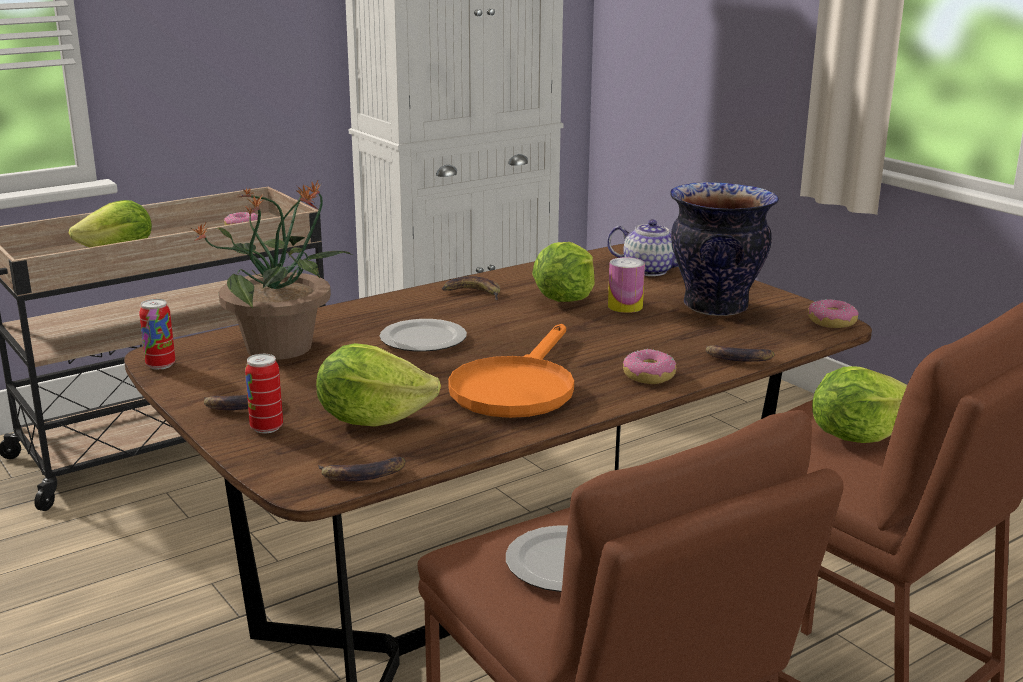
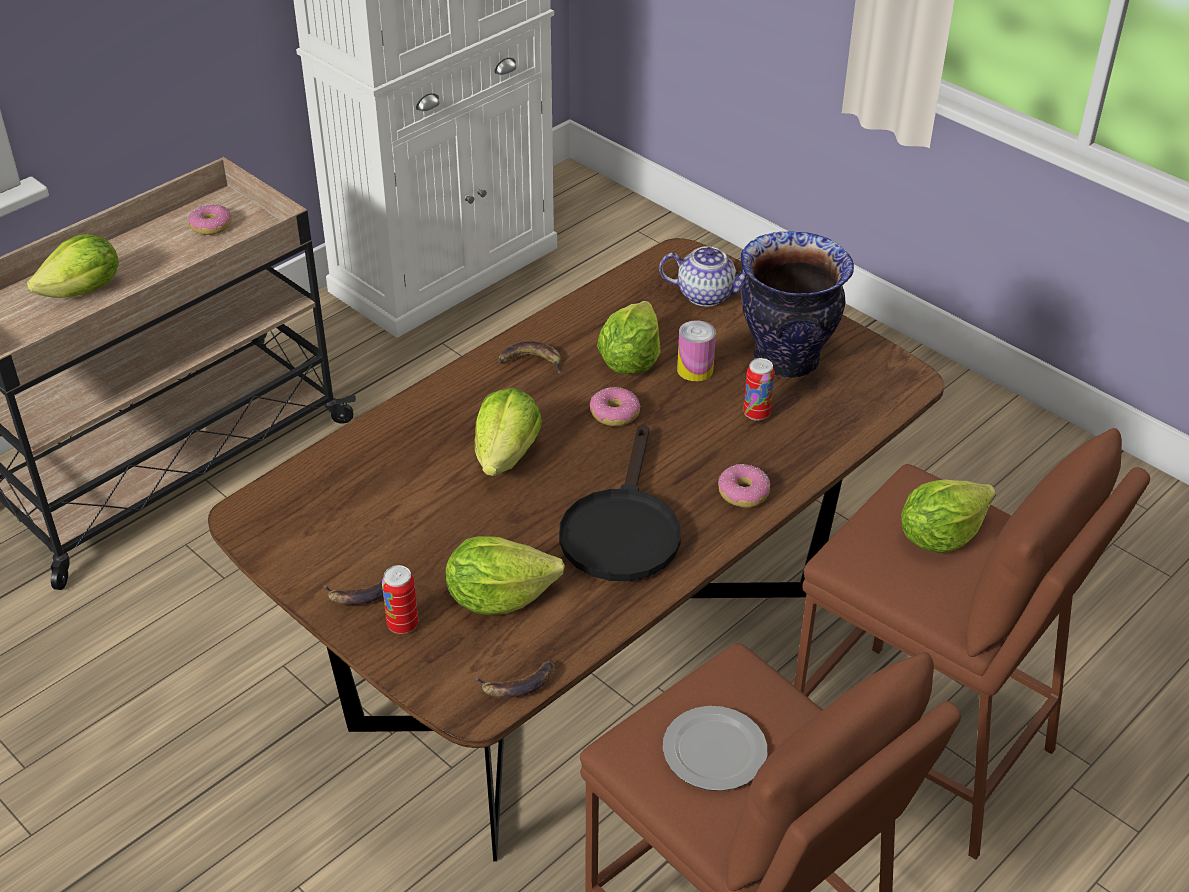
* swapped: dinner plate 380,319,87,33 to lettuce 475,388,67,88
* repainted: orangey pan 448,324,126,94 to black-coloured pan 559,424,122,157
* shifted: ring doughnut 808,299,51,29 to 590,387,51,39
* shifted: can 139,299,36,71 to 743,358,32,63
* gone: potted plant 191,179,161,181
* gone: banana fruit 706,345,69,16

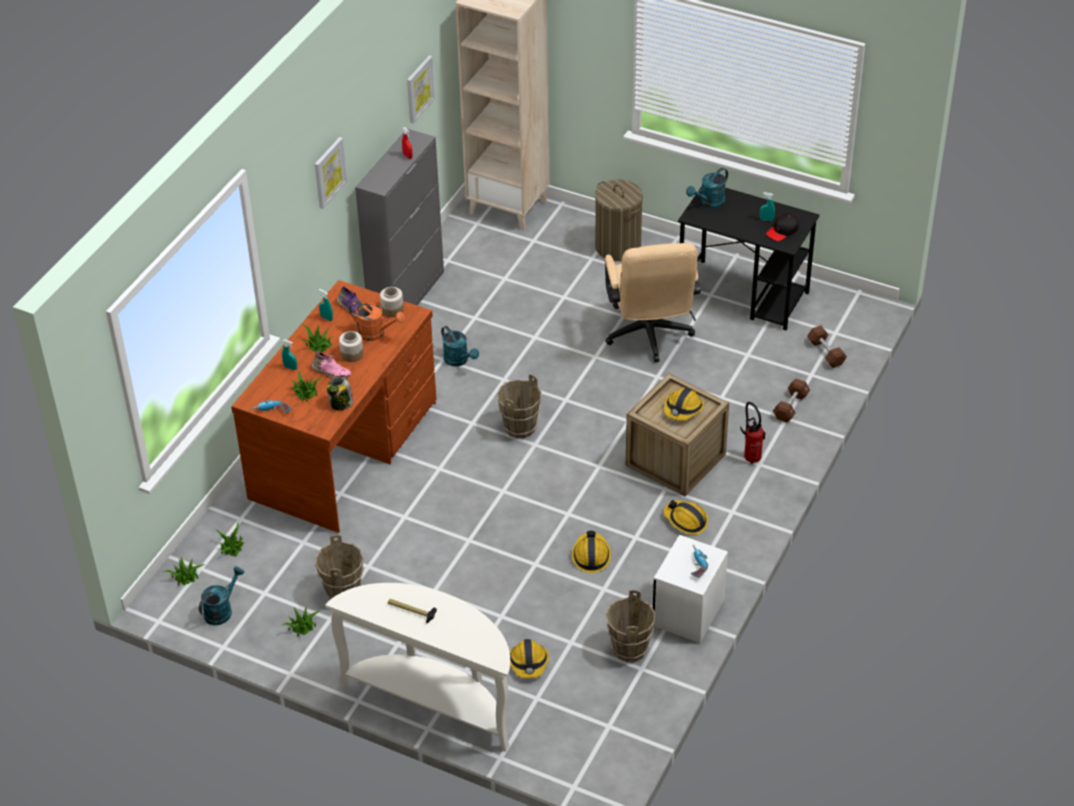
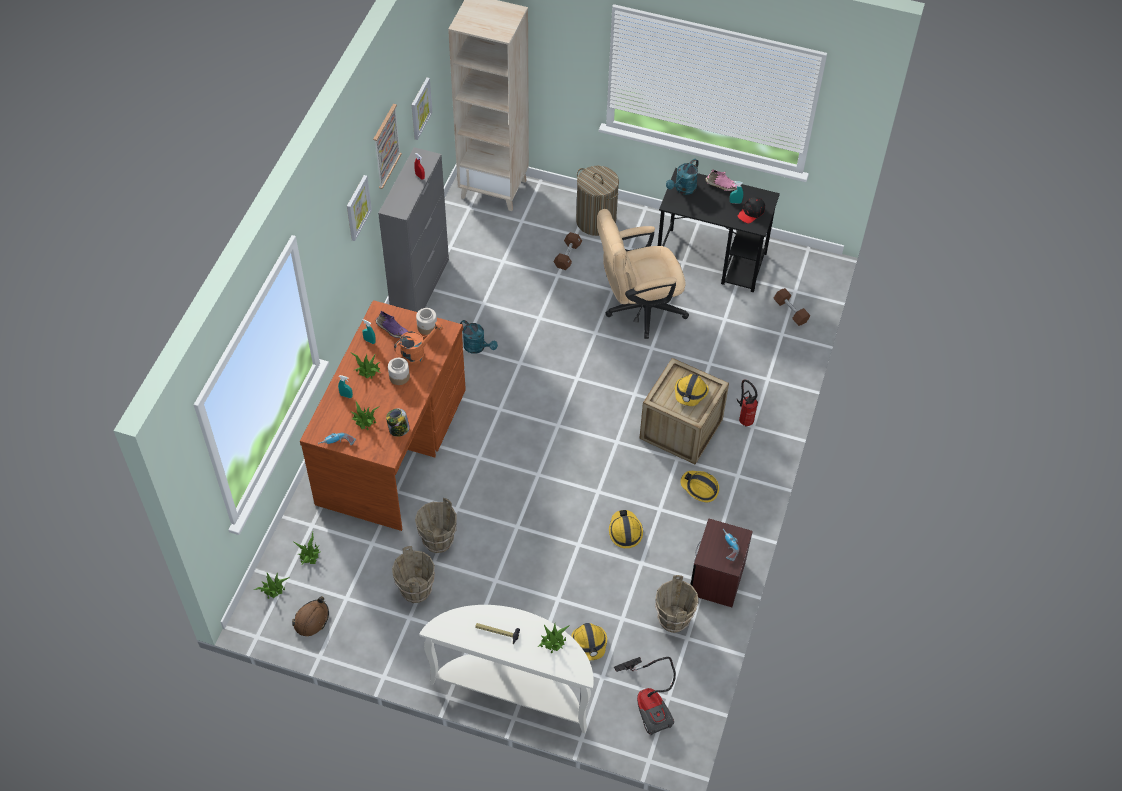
* swapped: turquoise-coloured watering can 199,566,45,59 to brown-coloured safety helmet 292,596,37,40
* new: picture 373,104,29,85
* rotated: orangey watering can 349,302,56,39 = 394,322,49,43 45 degrees counterclockwise
* shifted: brown-coloured pail 497,374,45,64 to 415,498,42,55
* shifted: potted plant 282,607,39,29 to 538,623,32,30
* shifted: brown-coloured free weight 773,379,37,44 to 554,232,28,38
* rotated: beige computer chair 605,243,96,119 = 597,209,92,130 90 degrees clockwise
* new: vacuum cleaner 614,657,62,78
* repainted: white-coloured nightstand 653,535,75,108 to brown-coloured nightstand 690,518,63,89
* shifted: pinkish low shoe 311,351,40,28 to 705,169,32,22

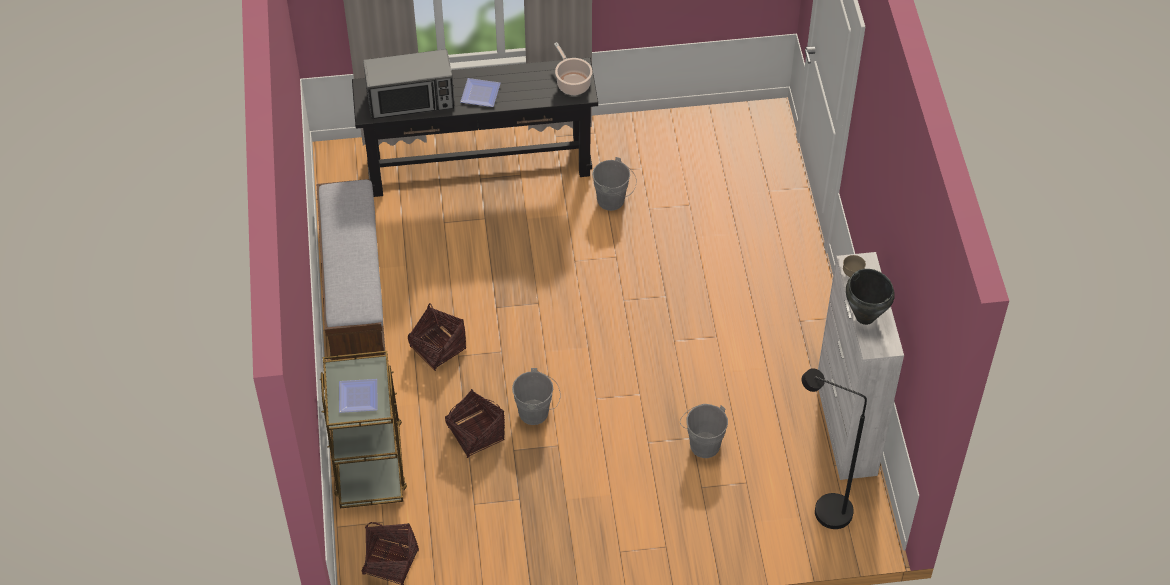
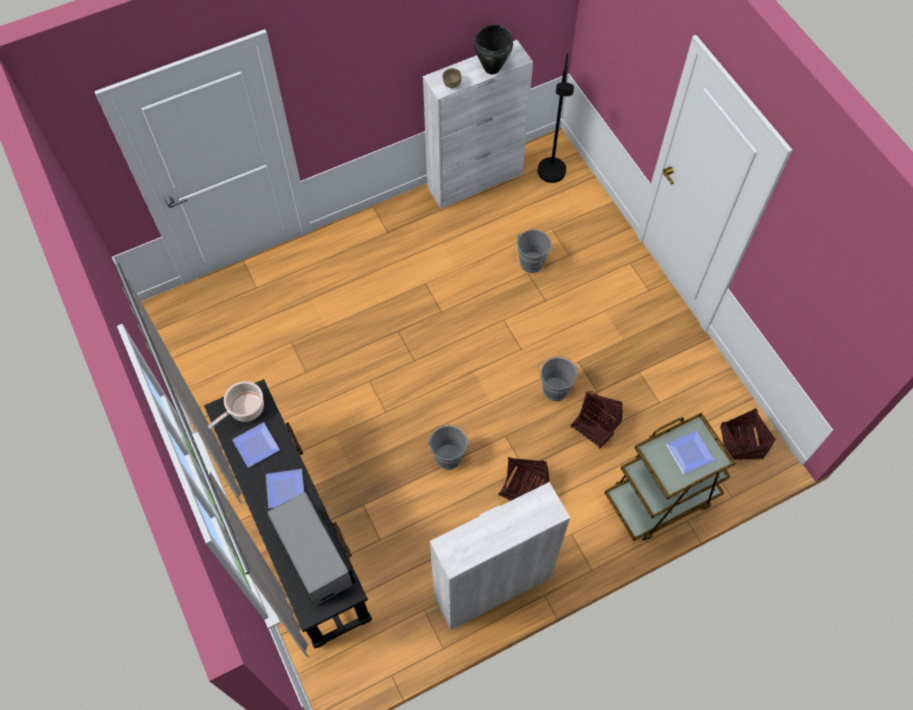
* new: dinner plate 232,422,48,46
* shifted: grey pail 592,157,45,54 to 428,424,41,46
* swapped: indoor bench 317,179,69,181 to white-coloured storage cabinet 430,482,140,148

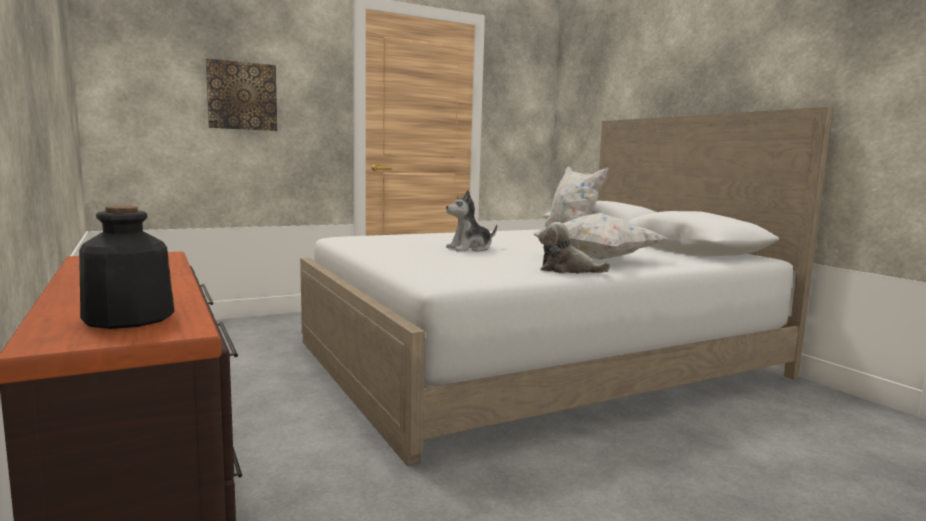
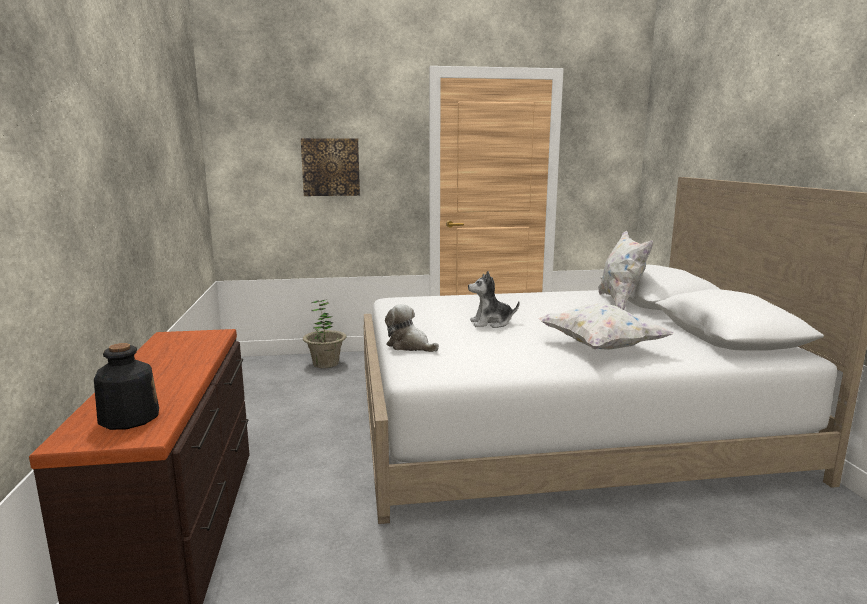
* new: potted plant 303,299,44,69
* shifted: cuddly toy 538,222,73,51 to 385,304,54,48

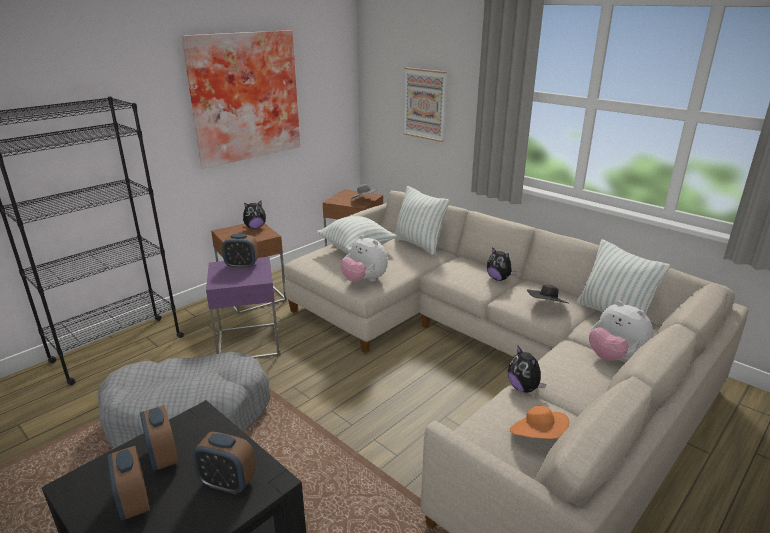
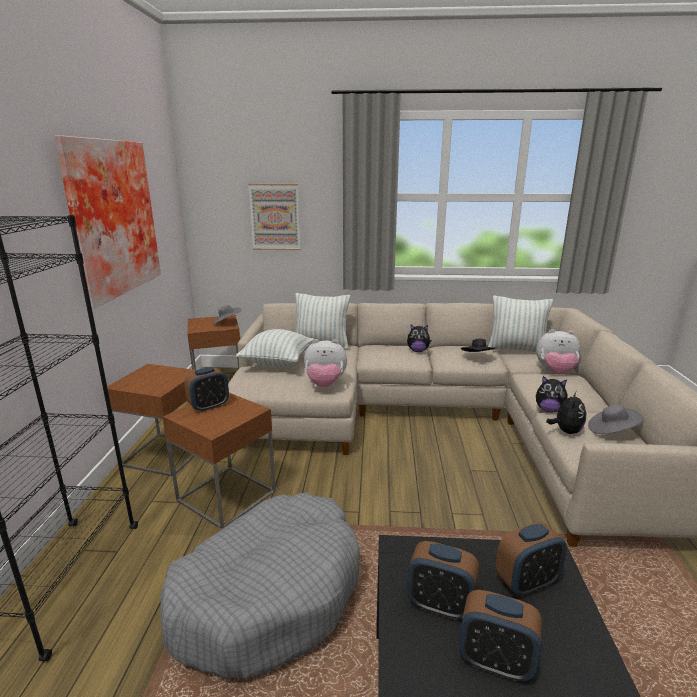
* repainted: purplish end table 206,257,74,102 to brown-coloured end table 163,393,113,136
* shifted: cuddly toy 243,201,23,28 to 546,391,40,43
* repainted: orangey wearable hat 510,406,59,33 to grey wearable hat 588,405,56,29

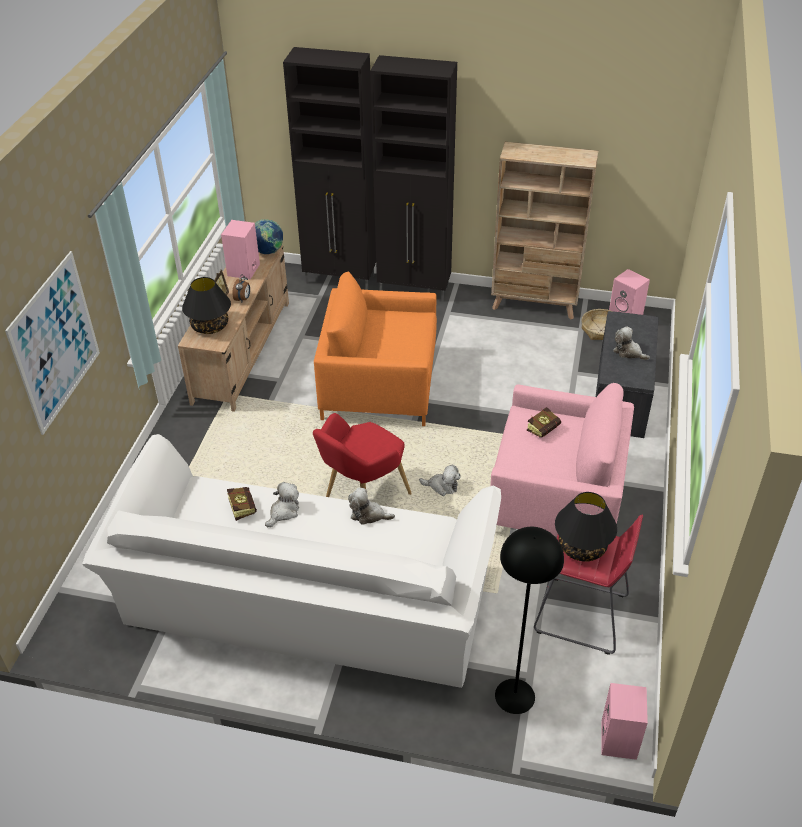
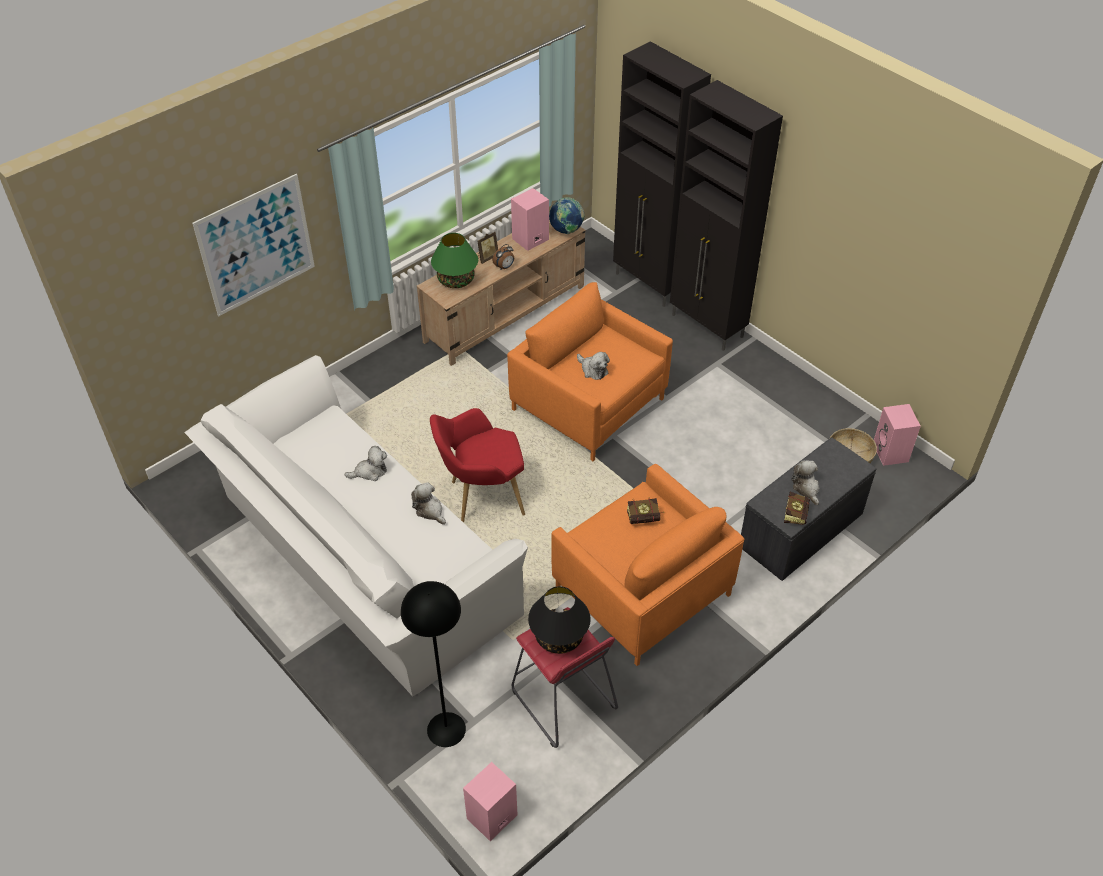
* repainted: black-coloured tabletop lamp 182,277,49,57 to greenish tabletop lamp 431,233,47,55
* repainted: pinkish armchair 490,383,144,154 to orangey armchair 551,464,193,202
* shifted: cuddly toy 419,465,42,31 to 577,352,33,28
* shifted: book 227,487,30,34 to 784,492,26,33
* gone: beige bookshelf 491,142,107,177

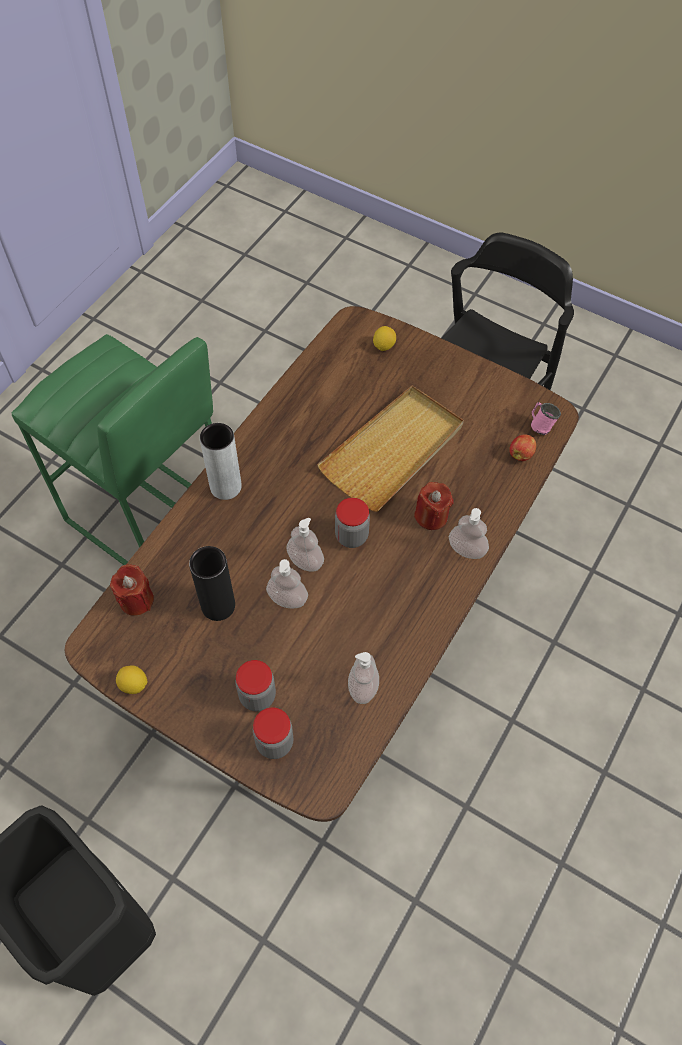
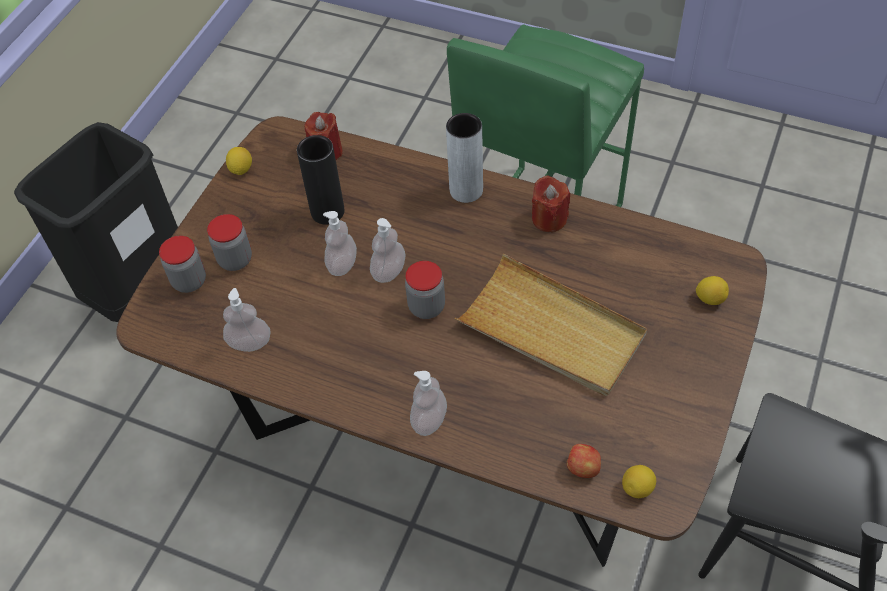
* shifted: red-coloured wax light 414,482,39,48 to 532,175,38,57
* swapped: pinkish mug 531,402,30,33 to lemon 622,465,34,33

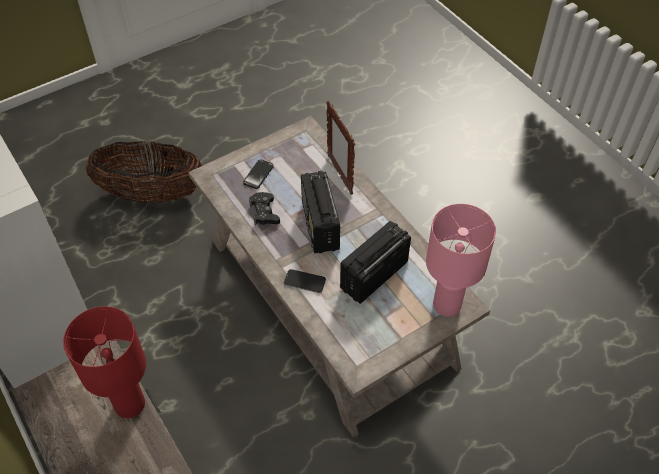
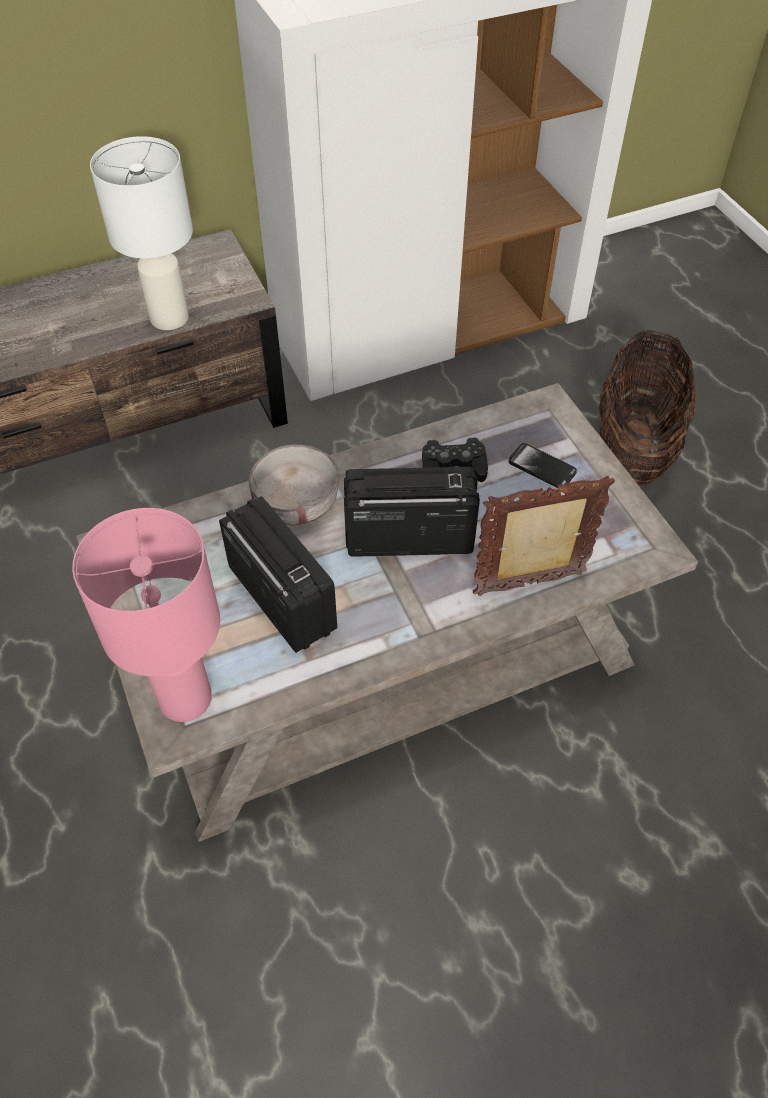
* repainted: red-coloured tabletop lamp 63,306,83,112 to white-coloured tabletop lamp 90,136,103,194
* swapped: handset 284,269,42,24 to grey bowl 249,444,90,81

